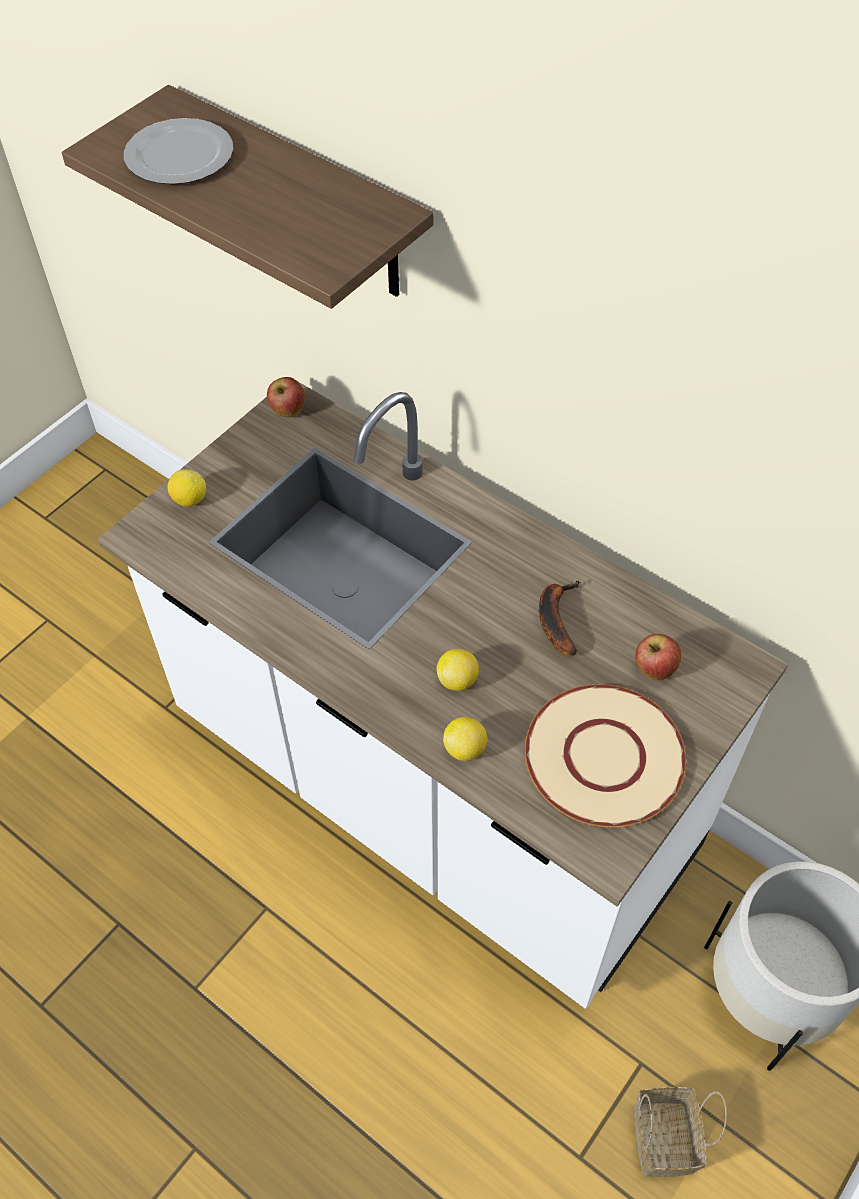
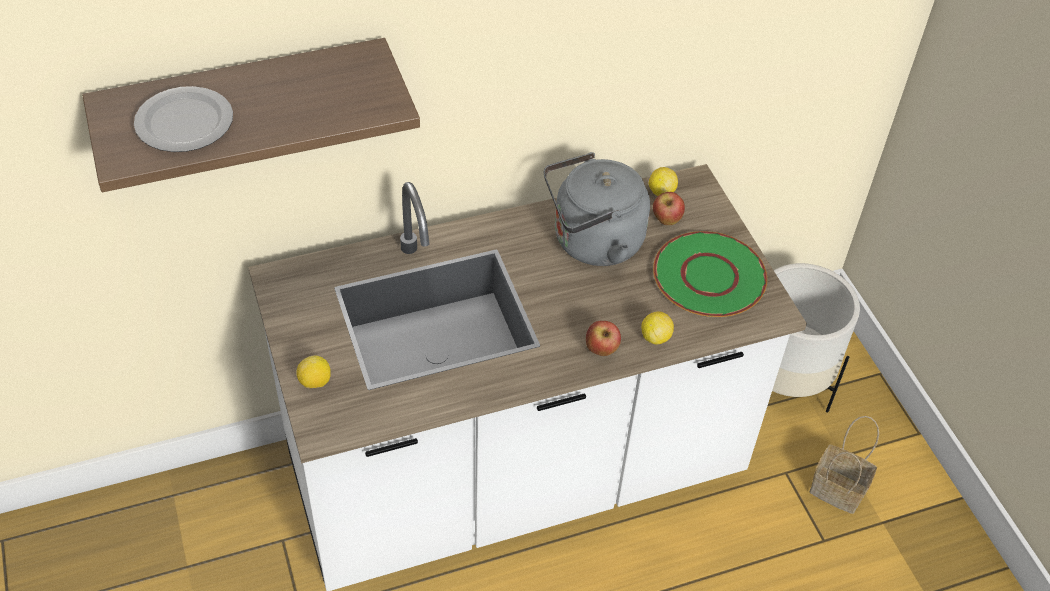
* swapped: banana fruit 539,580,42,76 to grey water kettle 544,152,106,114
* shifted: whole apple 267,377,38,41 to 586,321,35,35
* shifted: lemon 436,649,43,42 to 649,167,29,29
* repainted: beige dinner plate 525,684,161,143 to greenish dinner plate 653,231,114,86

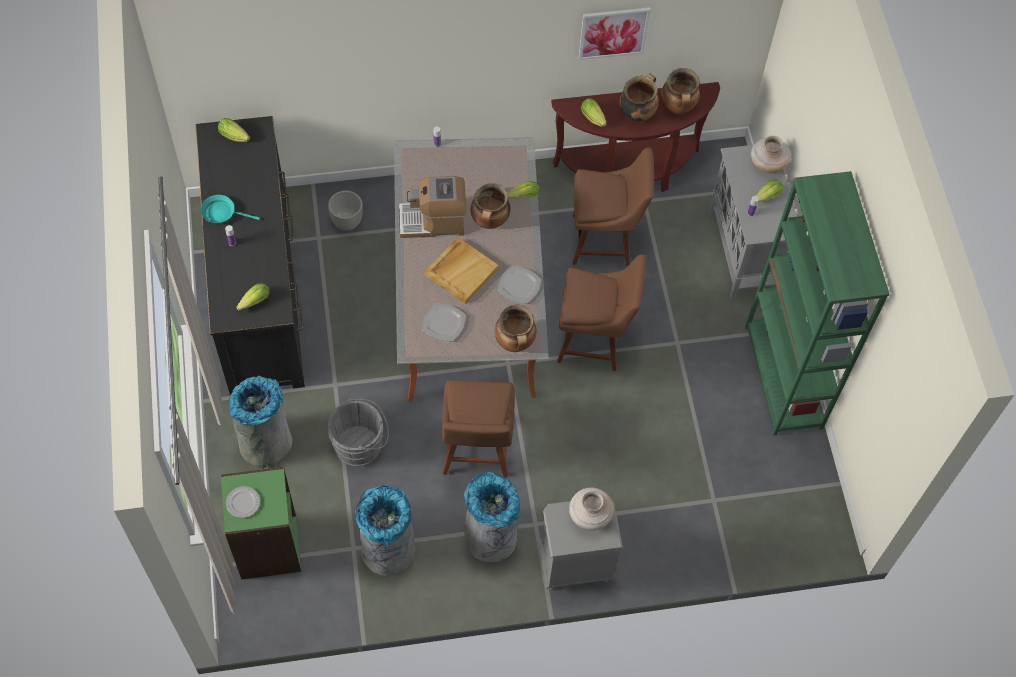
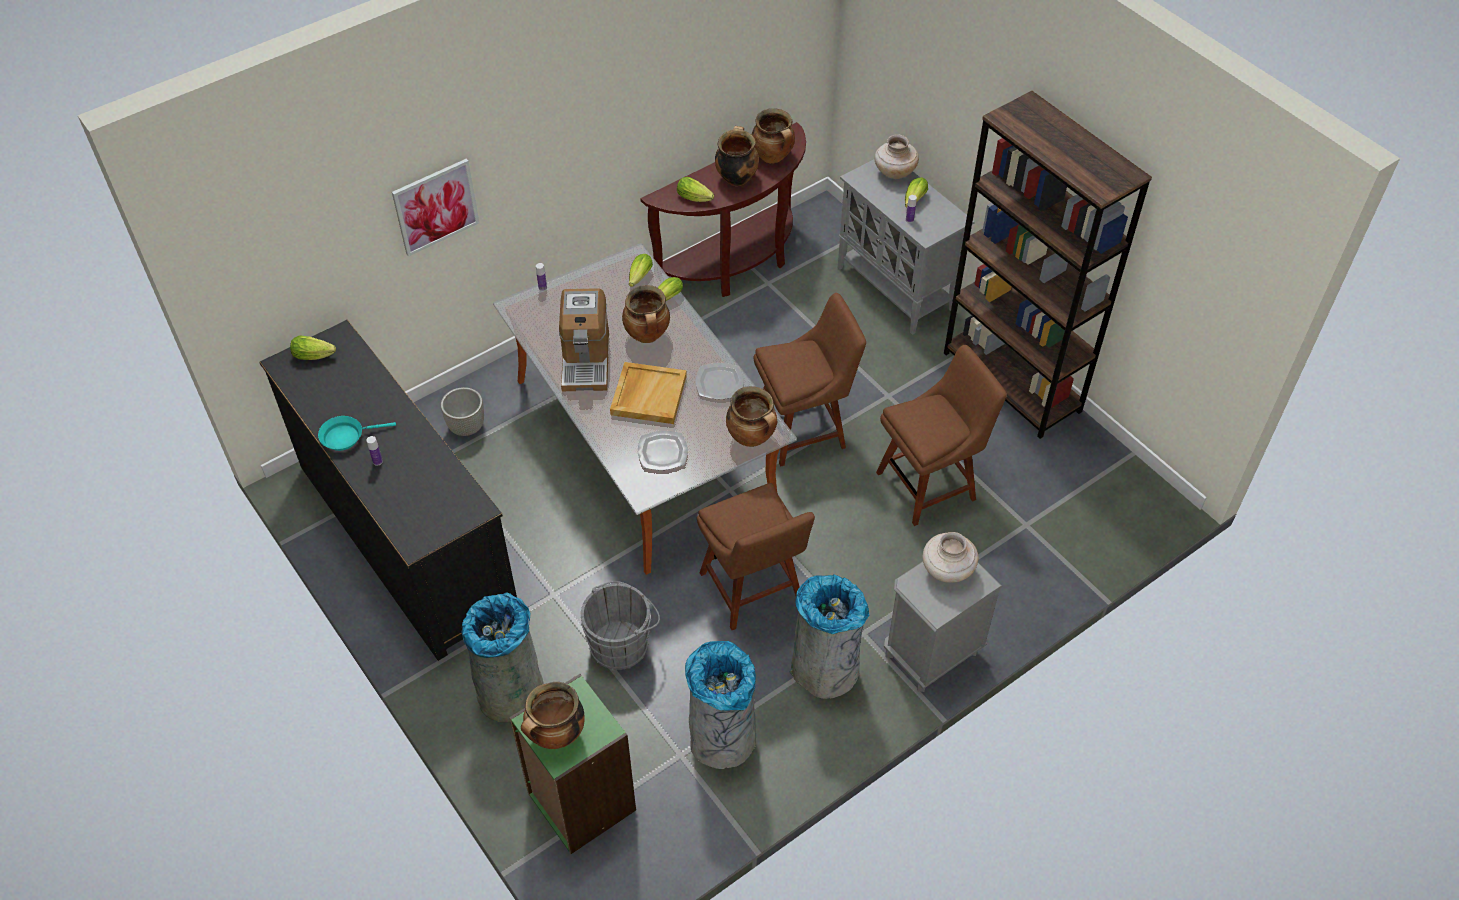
* shifted: picture 578,7,73,53 to 392,159,88,98
* swapped: dinner plate 226,486,34,32 to saucepot 521,682,63,67
* rotated: coffee maker 399,176,67,62 = 559,288,50,103 60 degrees counterclockwise
* shifted: lettuce 236,283,34,28 to 629,254,24,33
* shifted: brown-coloured upright chair 573,147,81,120 to 876,345,131,181
* repainted: greenish bookshelf 745,171,144,265 to brown-coloured bookshelf 944,91,208,348

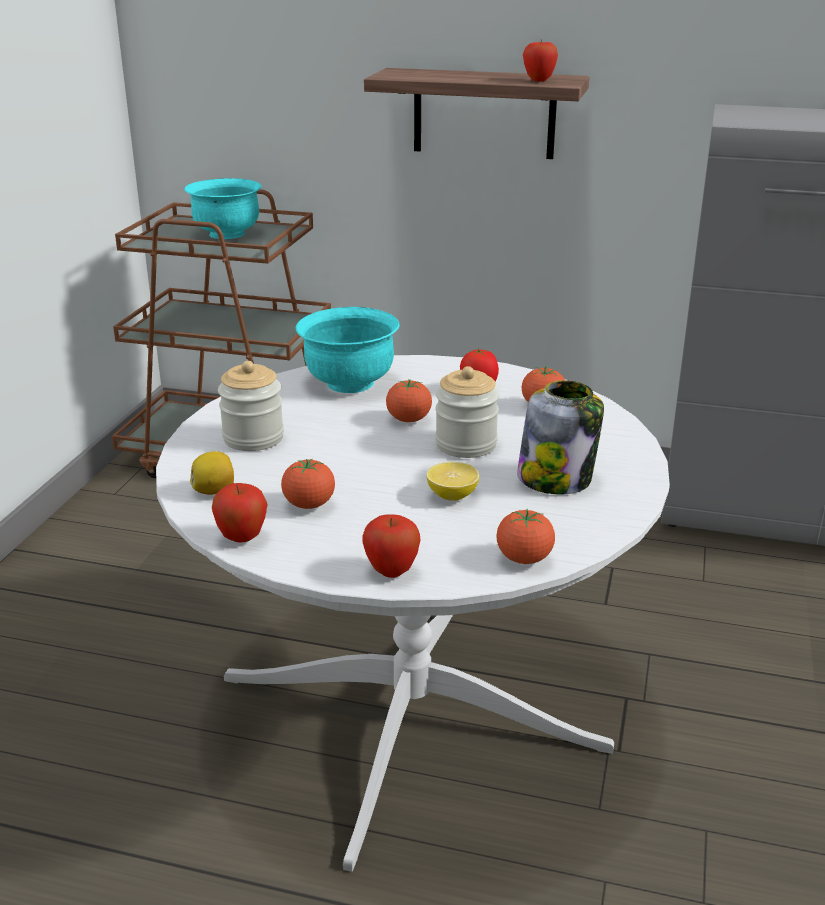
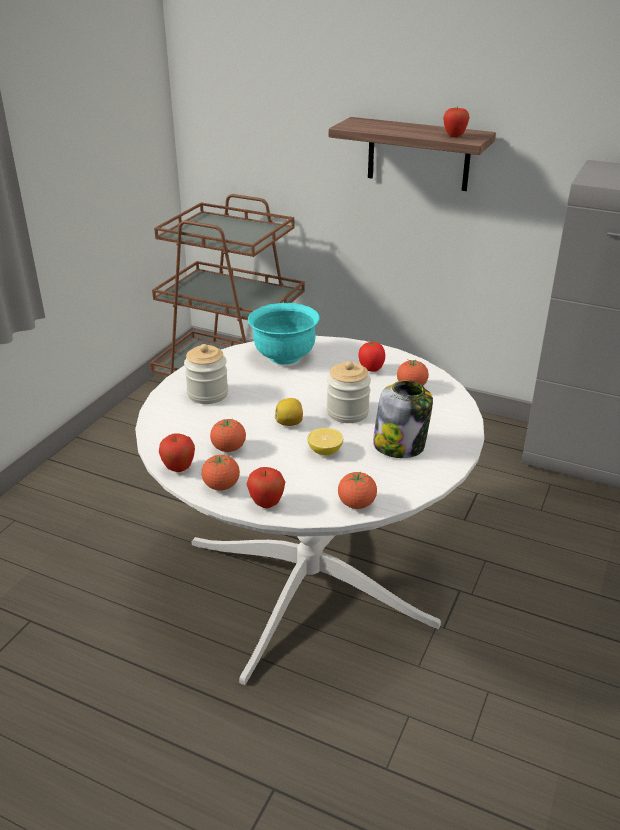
* shifted: whole tomato 386,379,46,43 to 201,455,39,35
* shifted: lemon 190,451,44,44 to 275,398,28,28
* gone: turquoise-coloured bowl 184,178,78,61

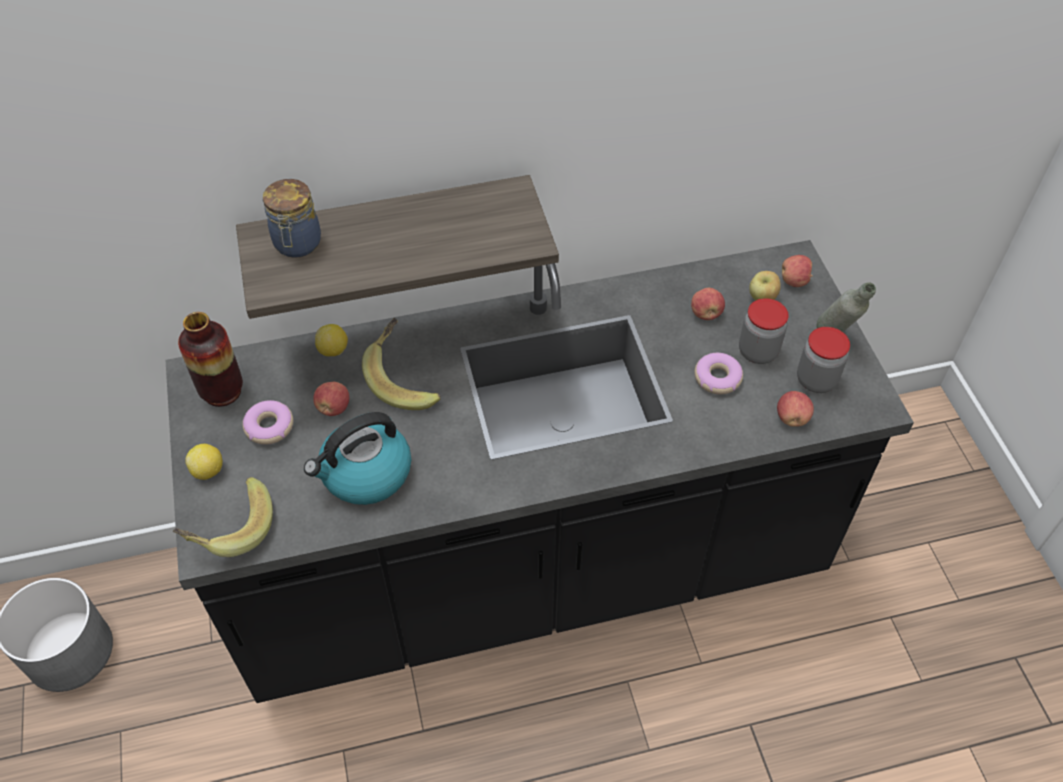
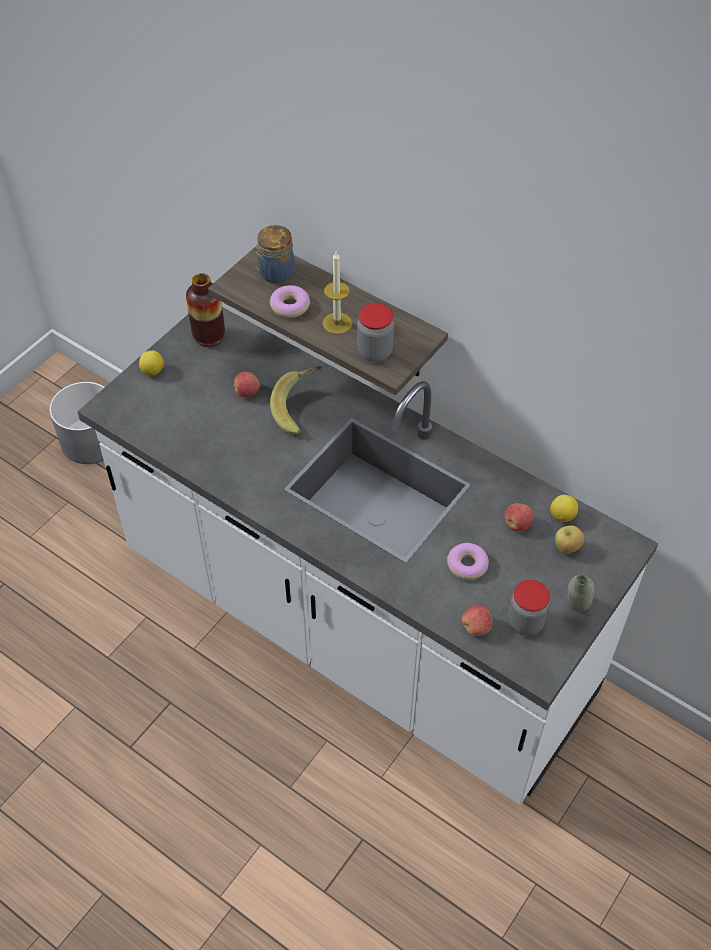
* repainted: black-coloured kitchen counter 166,240,748,463 to white-coloured kitchen counter 77,307,581,498
* shifted: ring doughnut 242,400,51,45 to 269,285,41,33
* new: wax light 323,252,29,82
* shifted: jar 739,298,50,66 to 357,303,37,59
* shifted: lemon 315,324,33,32 to 550,495,28,27
* gone: banana fruit 173,477,100,80
* gone: water kettle 304,412,107,93
* gone: whole apple 782,255,31,32

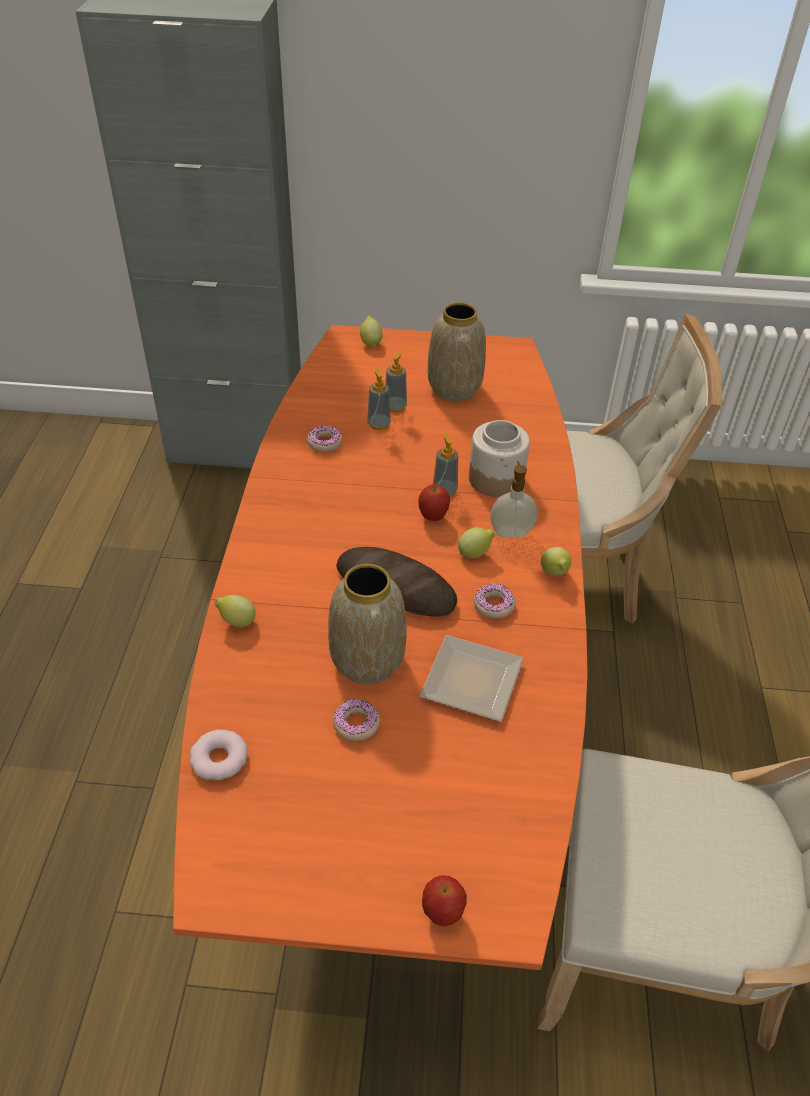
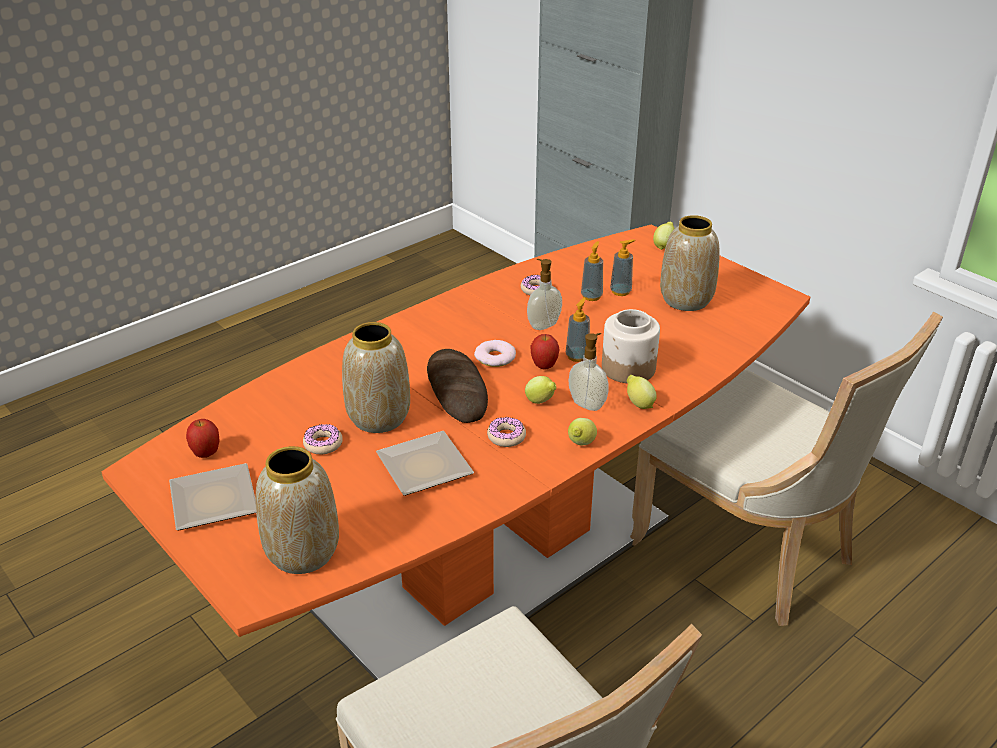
* new: dinner plate 169,463,87,68
* shifted: whole apple 422,875,45,52 to 186,419,34,39
* new: flower vase 255,446,84,128
* shifted: ring doughnut 190,729,58,51 to 474,340,42,27
* new: soap bottle 527,259,35,71
* shifted: lemon 215,595,40,32 to 627,375,30,34

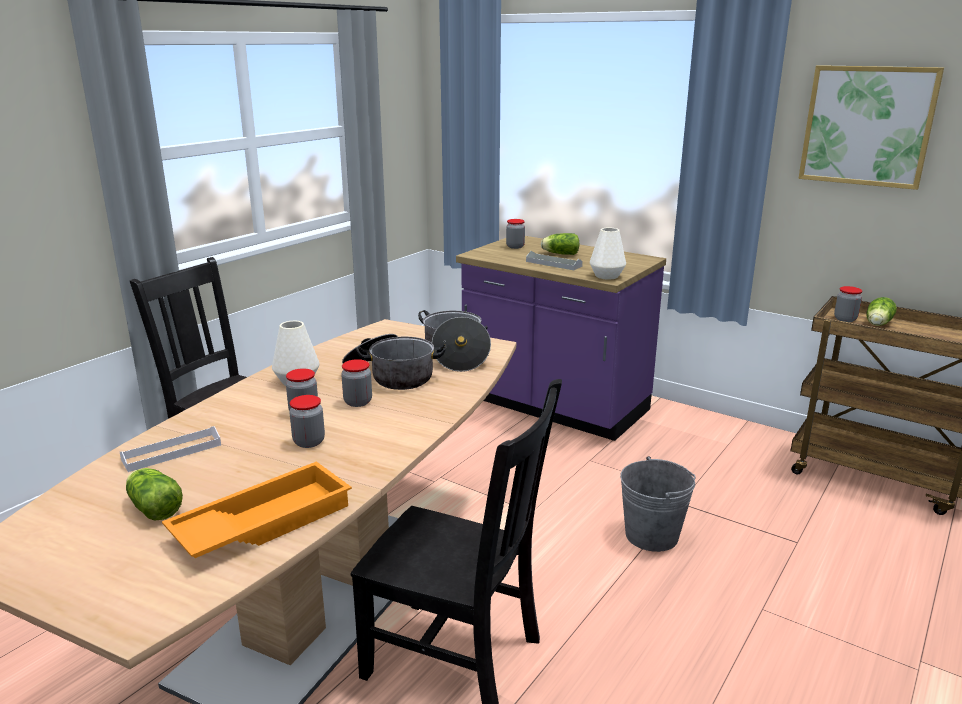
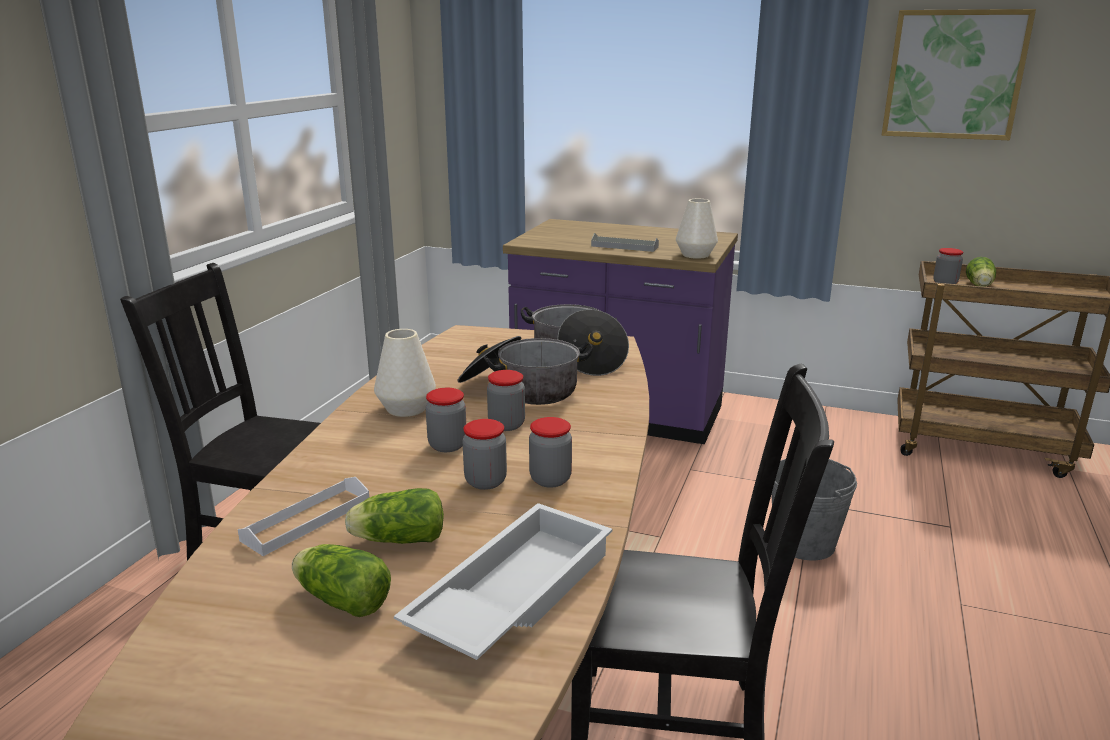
* shifted: lettuce 541,233,39,22 to 345,488,99,56
* repainted: orangey tray 162,461,190,97 to white-coloured tray 394,503,219,157
* shifted: jar 506,219,19,30 to 529,417,43,71

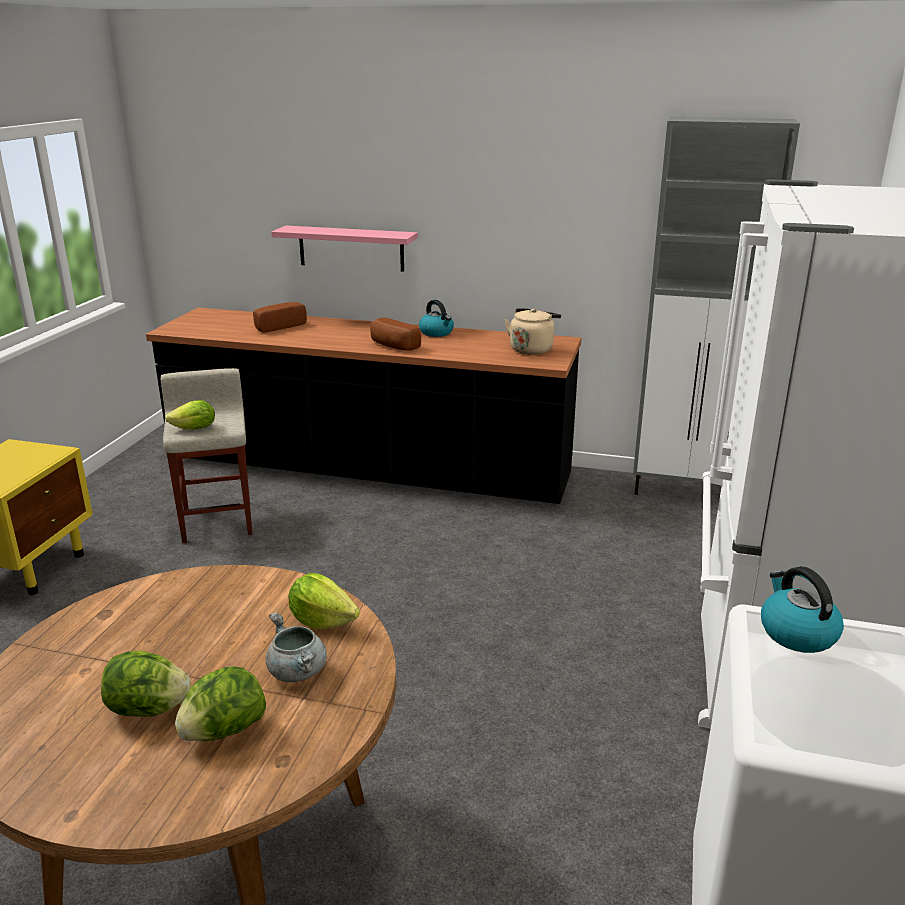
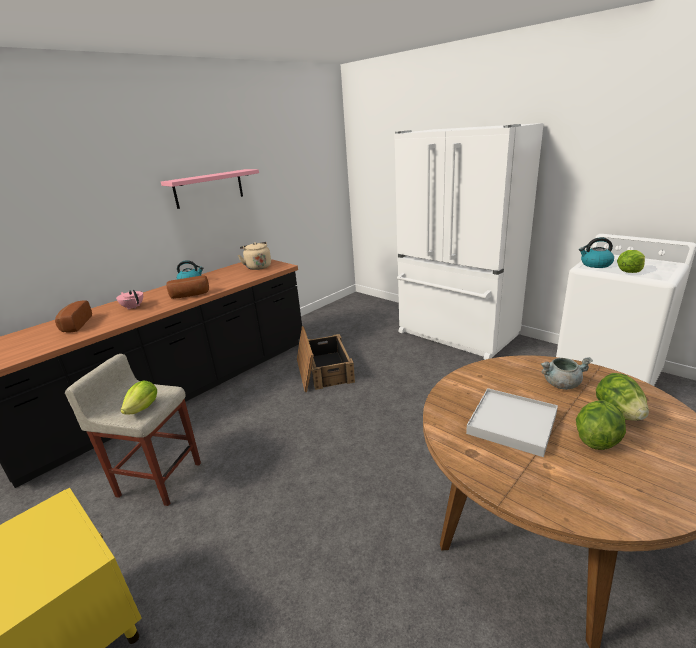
* new: pinkish teapot 116,290,27,19
* shifted: pinkish shelf 271,226,147,46 to 161,169,98,40
* new: crate 297,326,58,66
* new: white-coloured tray 466,388,92,69
* shifted: lettuce 289,573,71,56 to 617,250,28,23
* gone: grey storage cabinet 633,117,167,378

